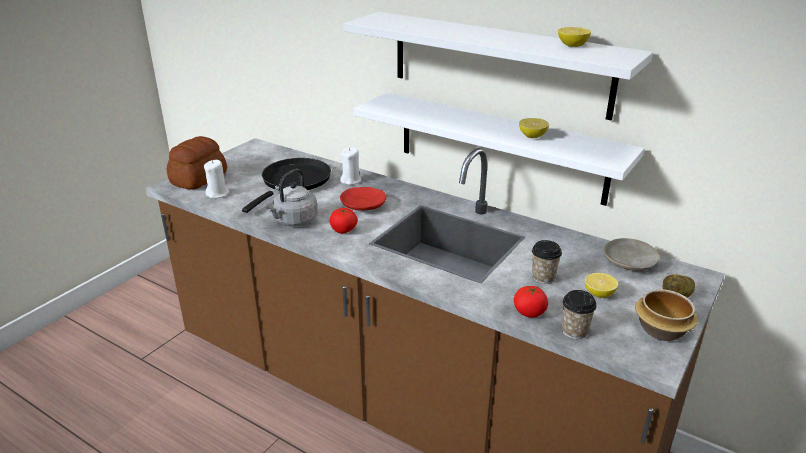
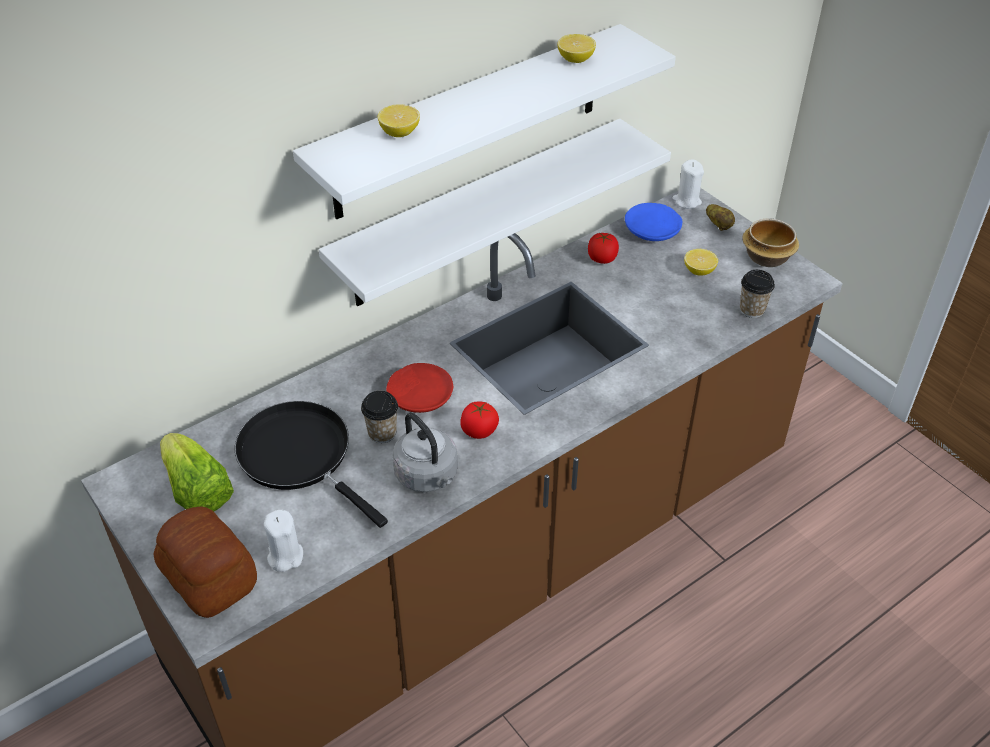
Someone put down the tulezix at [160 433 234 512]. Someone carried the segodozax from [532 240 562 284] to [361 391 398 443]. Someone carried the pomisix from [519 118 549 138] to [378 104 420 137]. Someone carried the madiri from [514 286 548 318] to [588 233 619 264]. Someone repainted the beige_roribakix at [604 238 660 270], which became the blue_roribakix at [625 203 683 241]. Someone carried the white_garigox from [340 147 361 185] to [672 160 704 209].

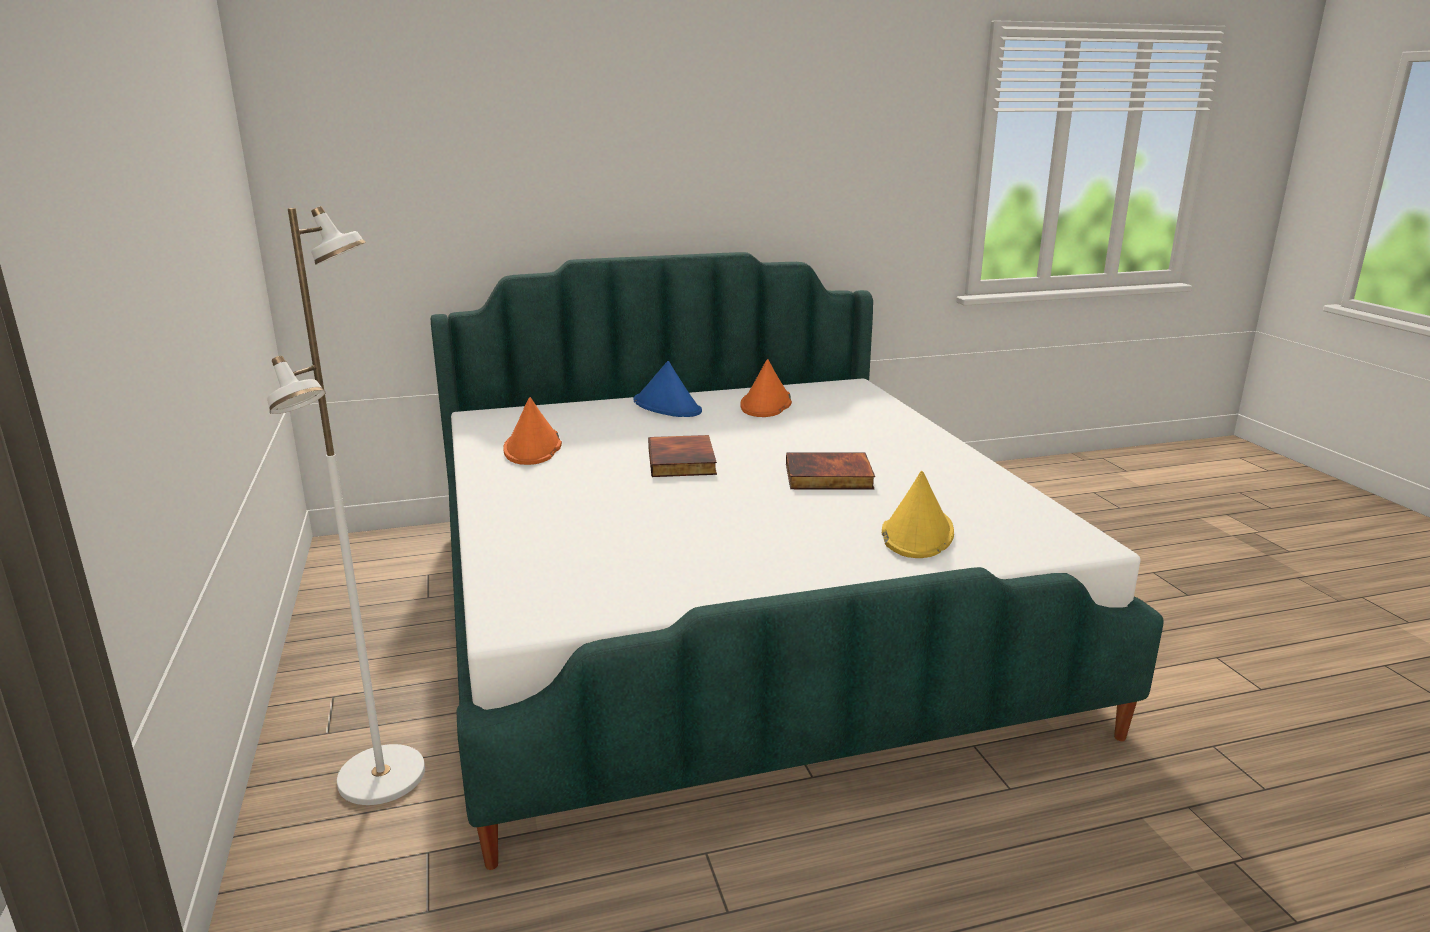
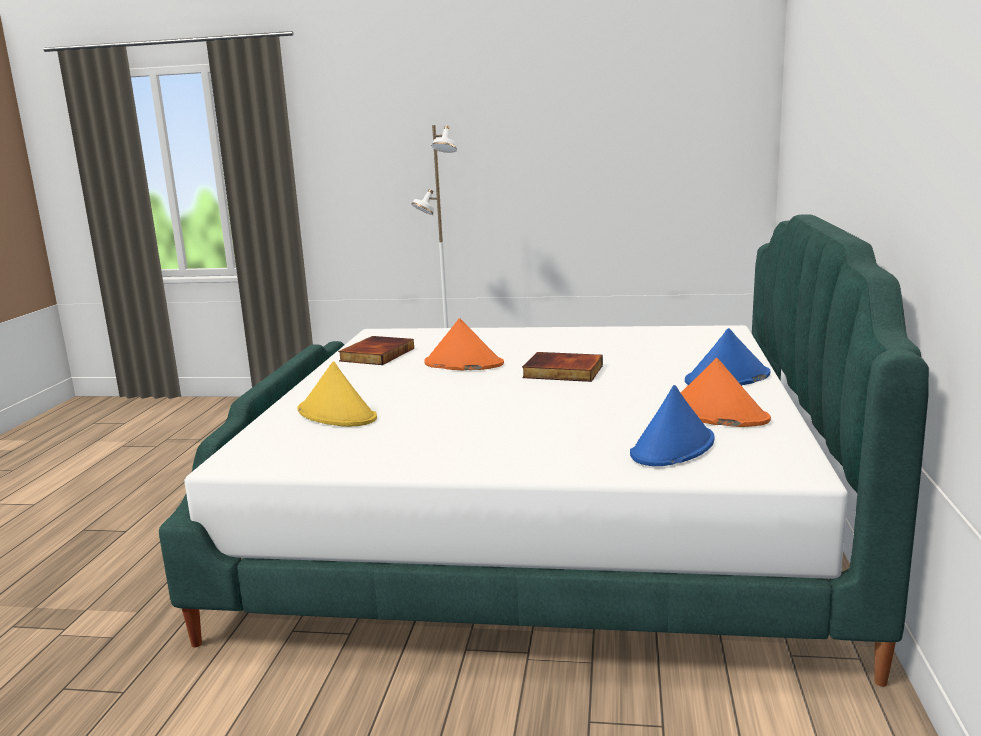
Someone carried the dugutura from [786 452 875 489] to [338 336 414 365]. Someone carried the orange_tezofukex from [503 397 562 465] to [424 318 504 370]. Someone put down the blue_tezofukex at [630 385 714 466].

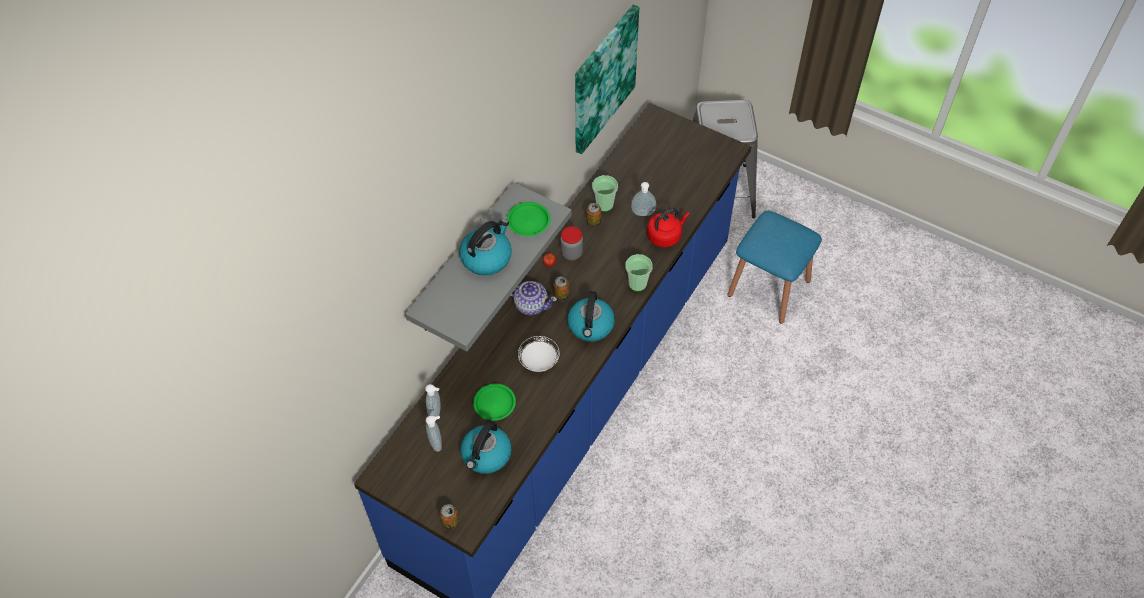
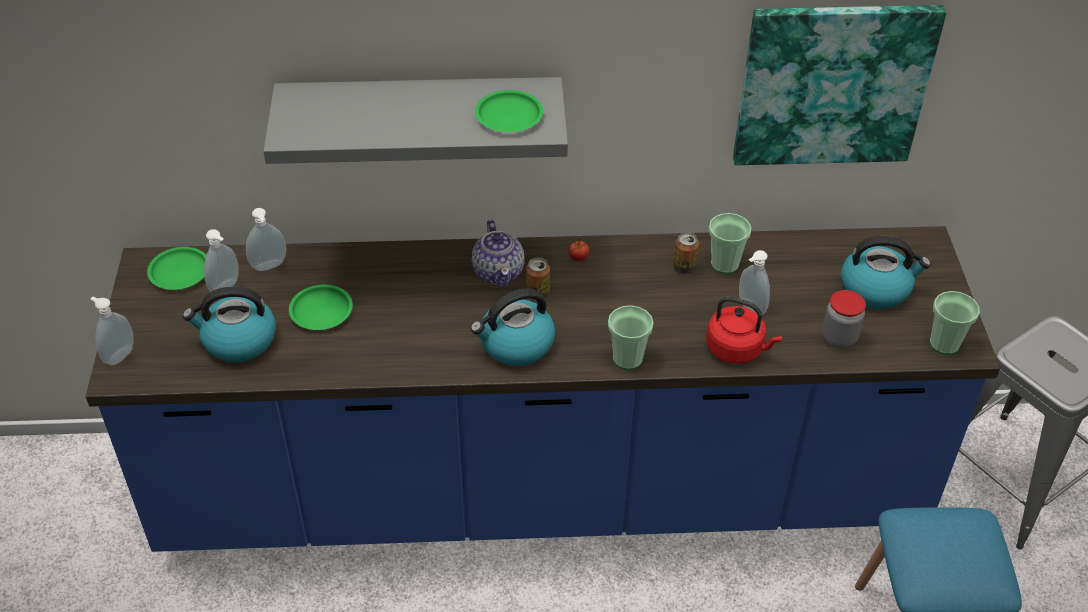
Someone swapped the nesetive at [440 504 459 530] for the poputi at [91 297 134 365]. Someone put down the green_roribakix at [147 247 206 290]. Someone carried the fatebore from [560 226 583 260] to [822 290 866 349]. Someone carried the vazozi from [459 219 512 275] to [841 236 931 309]. Someone put down the segodozax at [930 291 980 355]. Someone took away the white_roribakix at [518 336 559 372].

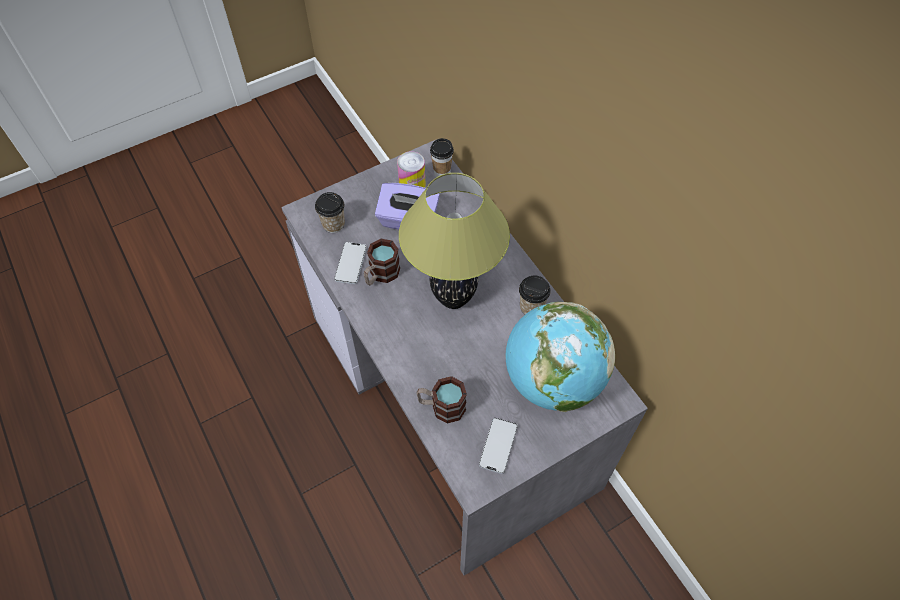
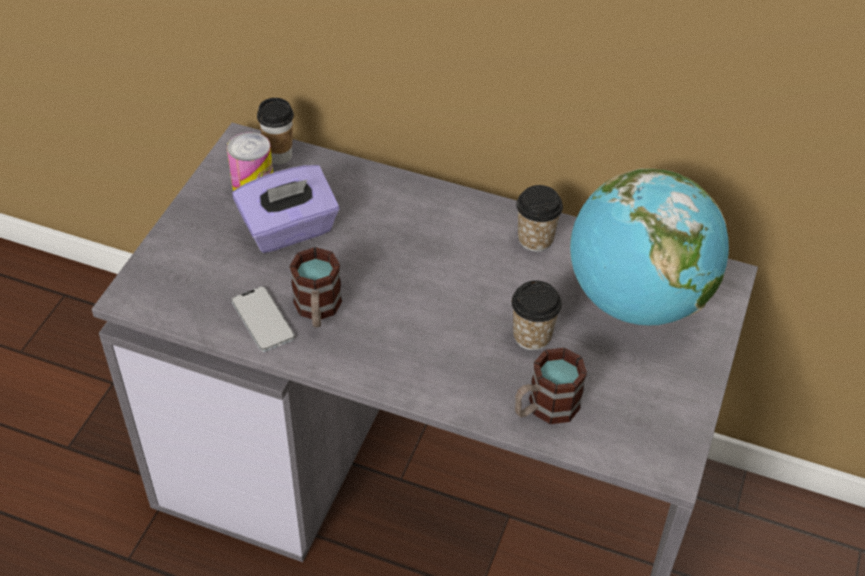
Someone carried the segodozax from [315 192 345 233] to [512 280 562 350]. Someone took away the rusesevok at [399 173 510 309]. Someone took away the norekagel at [479 418 518 474].

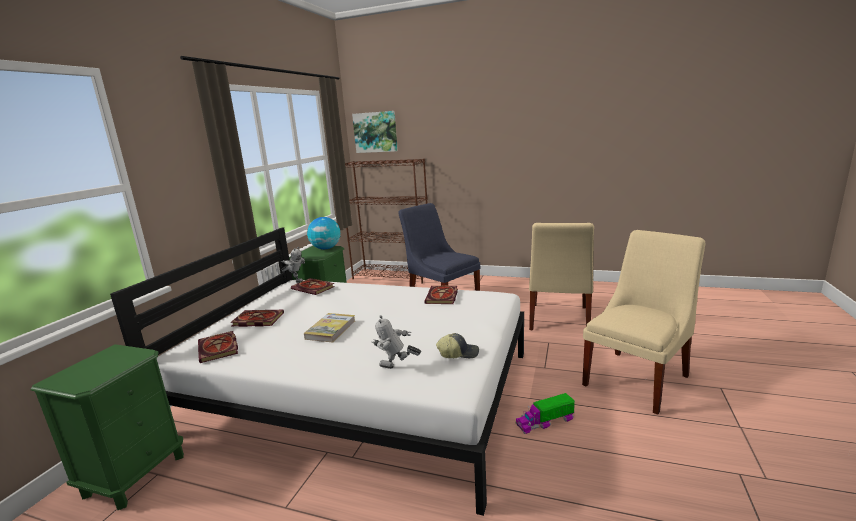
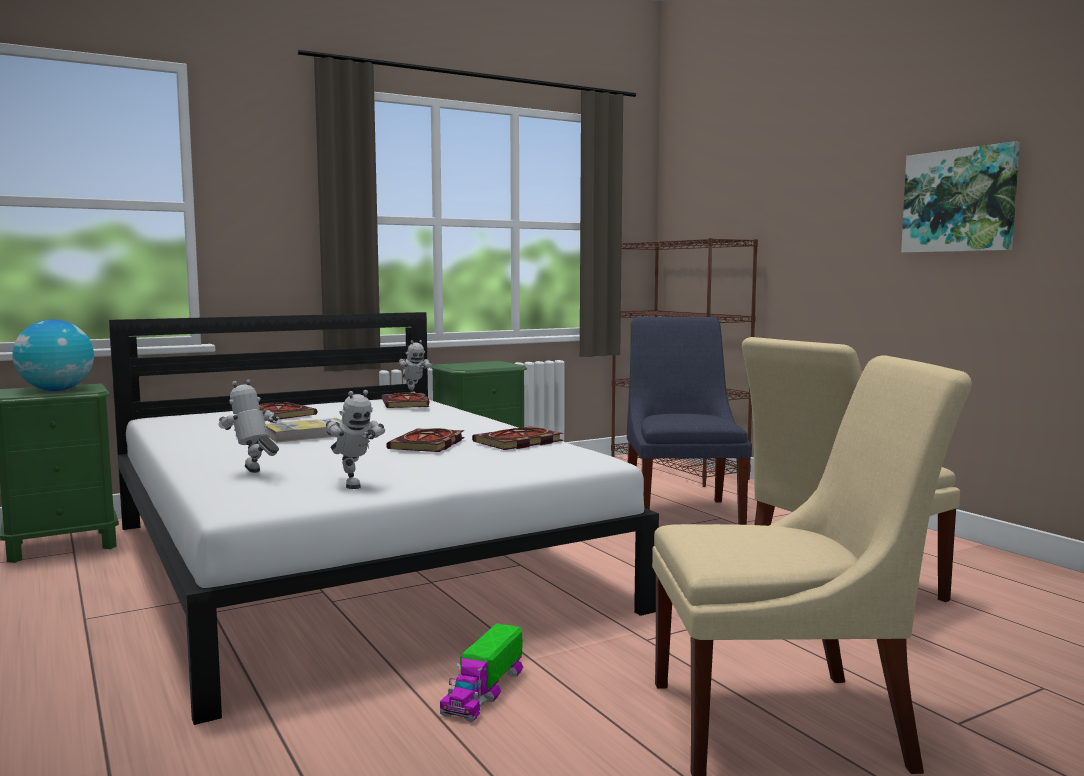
Someone carried the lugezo from [307 217 341 249] to [13 319 94 391]. Someone swapped the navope at [436 333 479 358] for the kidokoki at [326 390 385 489]. Someone carried the dugutura from [198 331 238 363] to [386 428 465 452]. Someone rotated the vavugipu at [516 393 575 434] by 90 degrees counterclockwise. Someone carried the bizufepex from [352 111 398 153] to [901 141 1020 253].

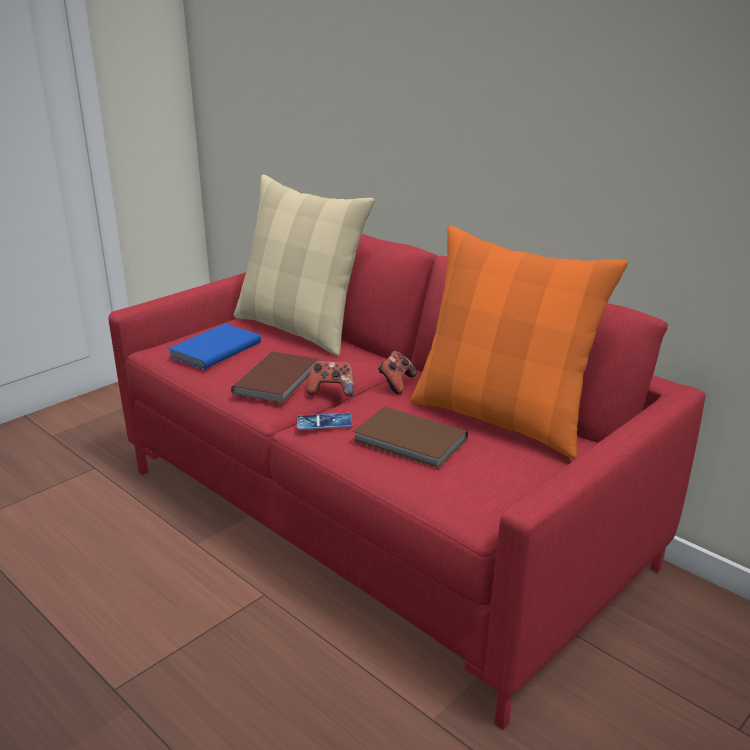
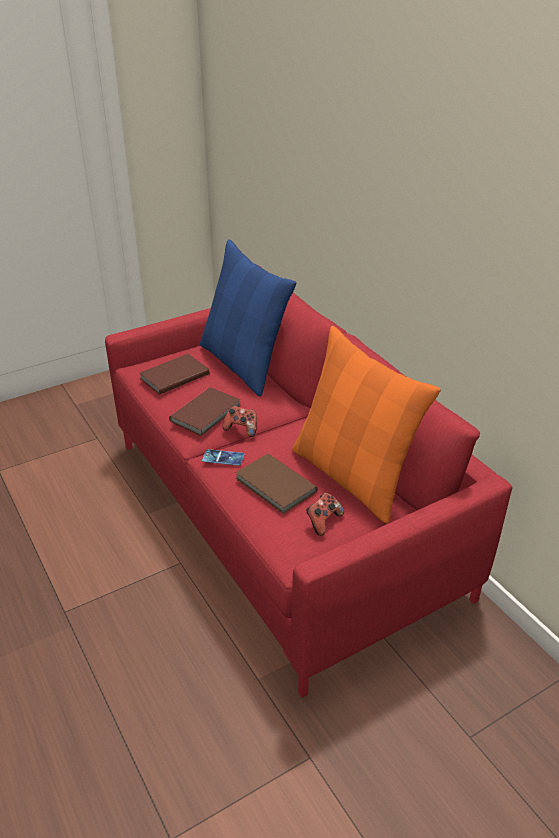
Someone repainted the blue_dugutura at [168 324 261 370], which became the brown_dugutura at [139 354 209 395]. Someone repainted the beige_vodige at [234 175 374 356], which became the blue_vodige at [200 239 296 396]. Someone carried the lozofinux from [378 351 417 394] to [306 493 344 536].

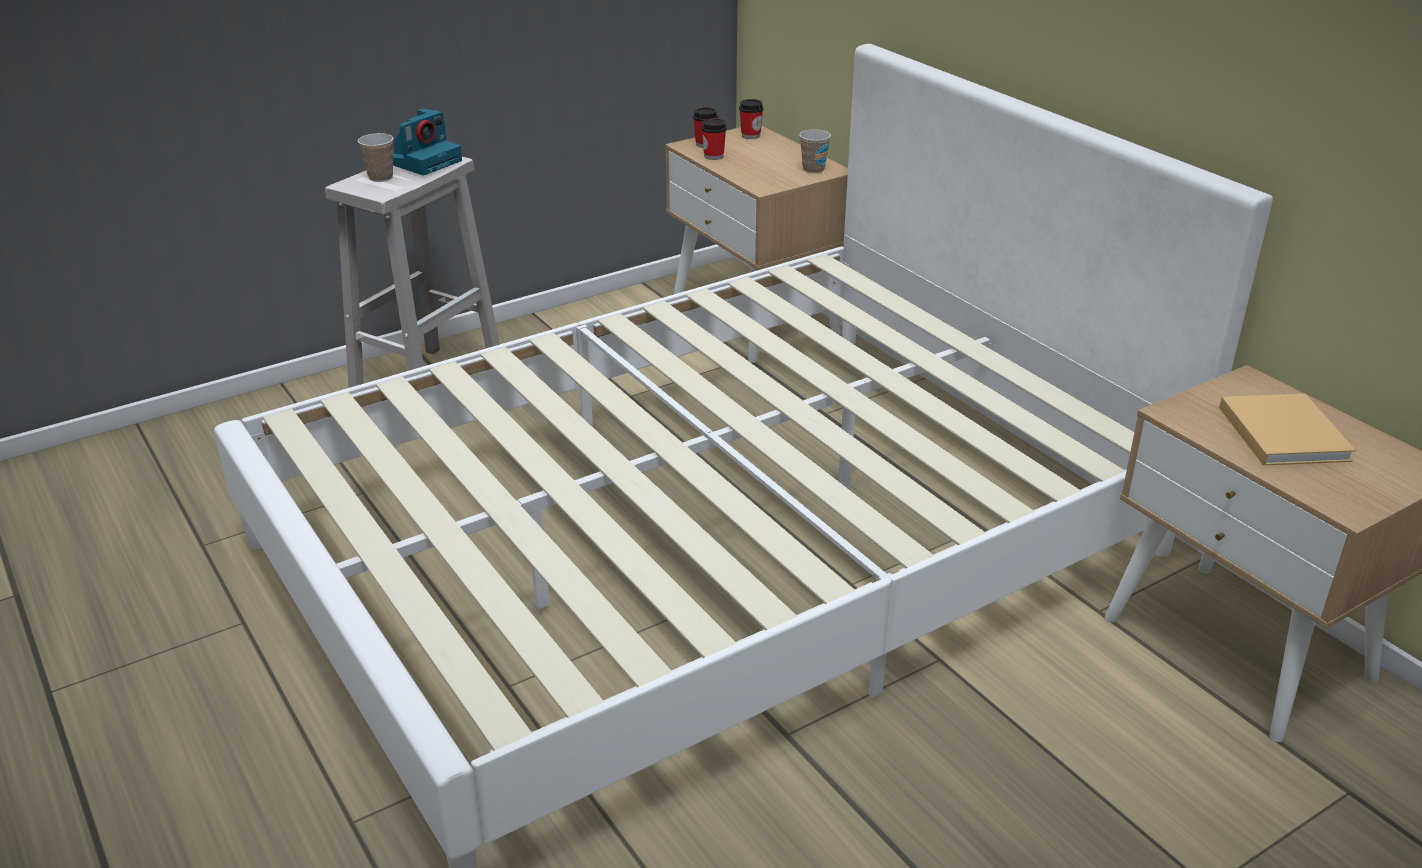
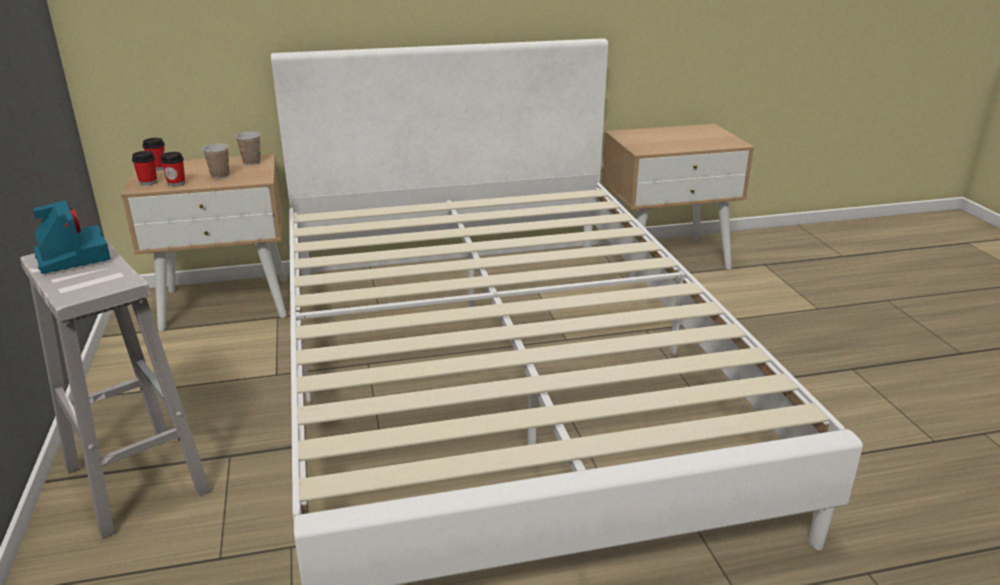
Someone carried the segodozax from [358 133 393 182] to [202 144 229 178]. Someone took away the beige_dugutura at [1219 394 1356 466].

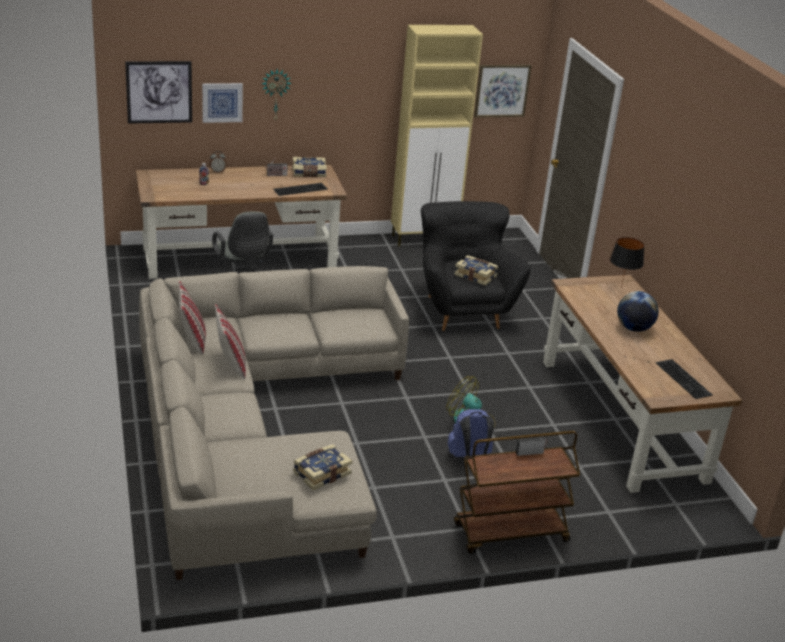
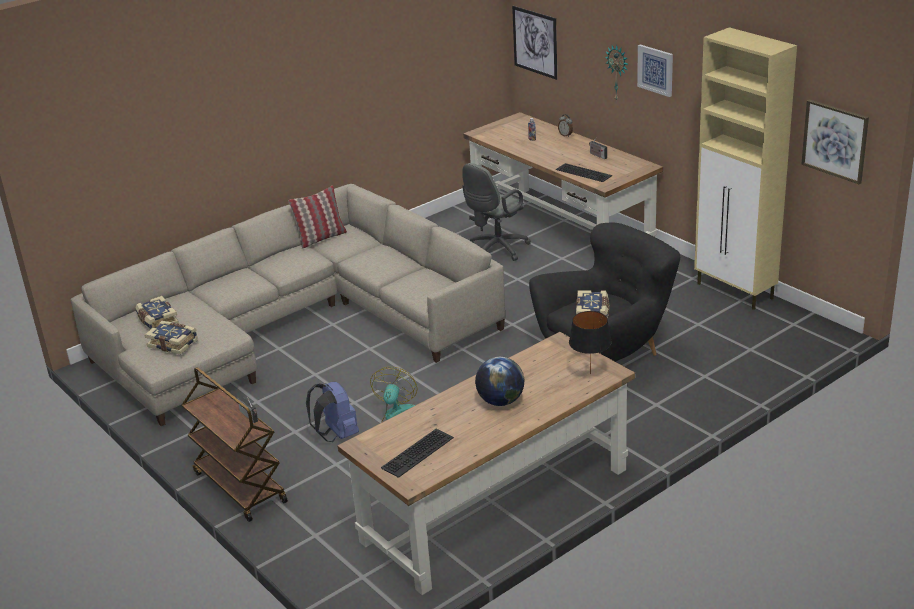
Someone carried the dugutura from [292 157 327 177] to [135 296 179 330]. Someone carried the bizufepex from [202 83 243 123] to [637 45 673 97]. Someone took away the vodige at [215 304 246 379].

